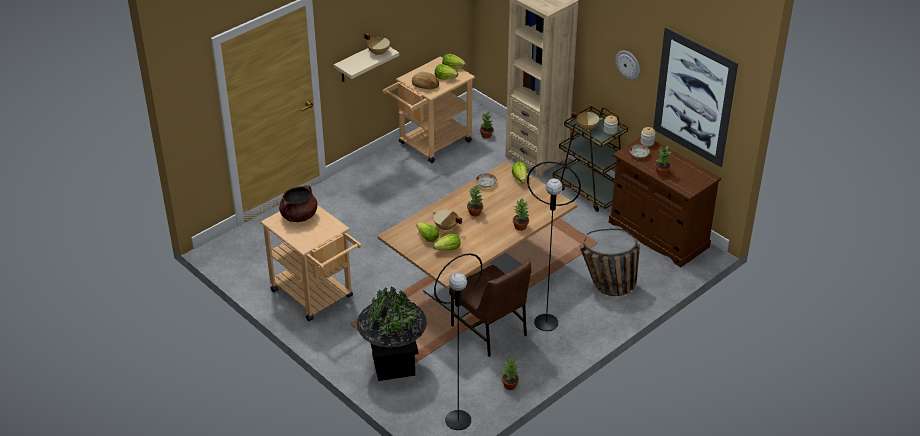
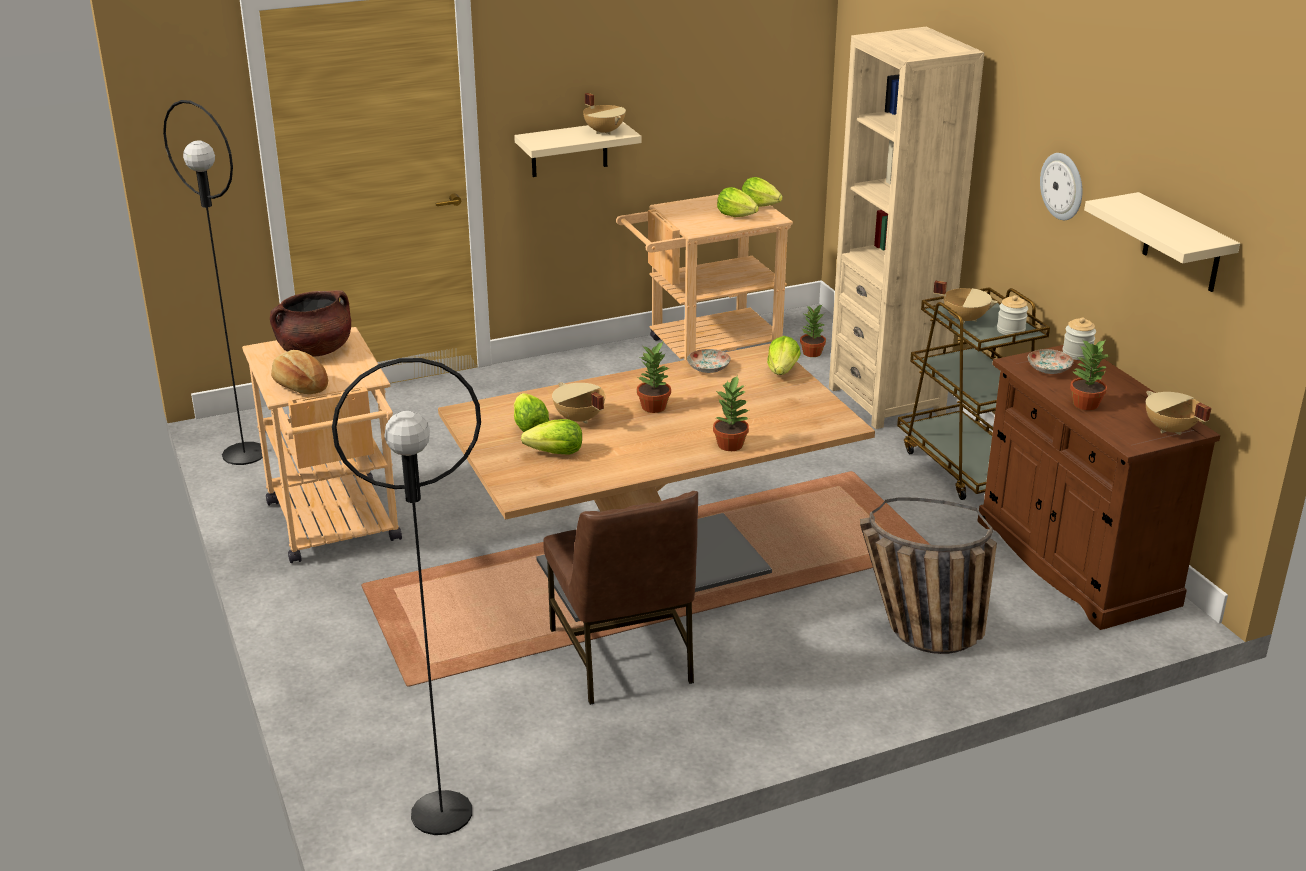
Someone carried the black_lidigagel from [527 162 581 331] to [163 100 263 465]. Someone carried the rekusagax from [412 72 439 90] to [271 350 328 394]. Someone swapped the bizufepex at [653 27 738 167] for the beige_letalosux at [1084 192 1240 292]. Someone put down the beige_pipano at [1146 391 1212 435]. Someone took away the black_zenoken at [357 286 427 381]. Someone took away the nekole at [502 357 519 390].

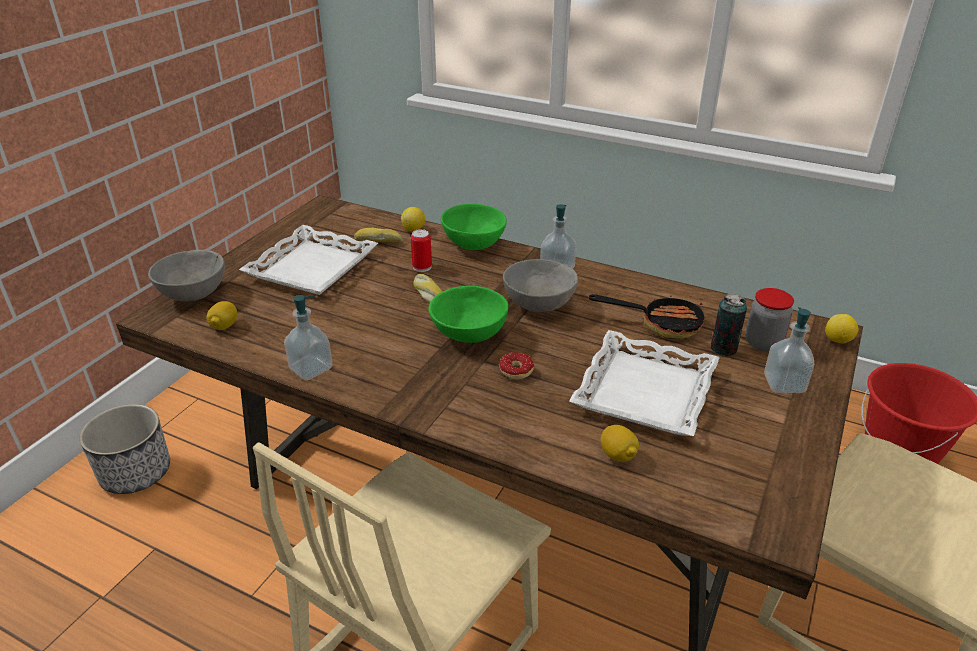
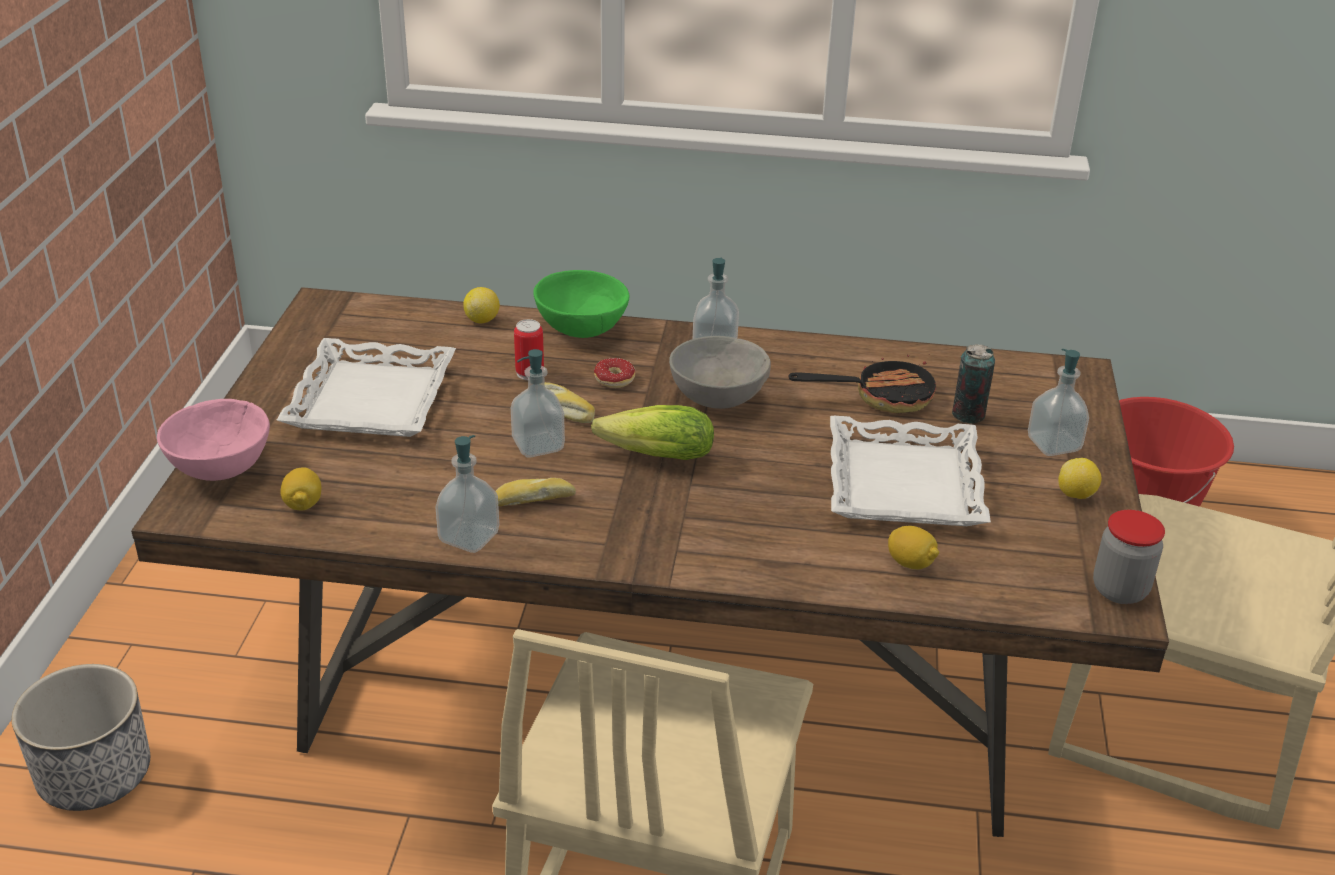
Someone repainted the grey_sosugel at [148 250 226 302], which became the pink_sosugel at [157 399 270 481]. Someone carried the rekusagax from [354 228 403 242] to [495 478 576 507]. Someone put down the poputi at [511 349 565 457]. Someone swapped the green_sosugel at [428 286 509 343] for the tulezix at [591 405 714 460]. Someone carried the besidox from [499 352 534 380] to [594 358 635 388]. Someone carried the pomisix from [825 314 858 344] to [1058 458 1101 499]. Someone carried the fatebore from [745 288 794 351] to [1093 510 1165 604].

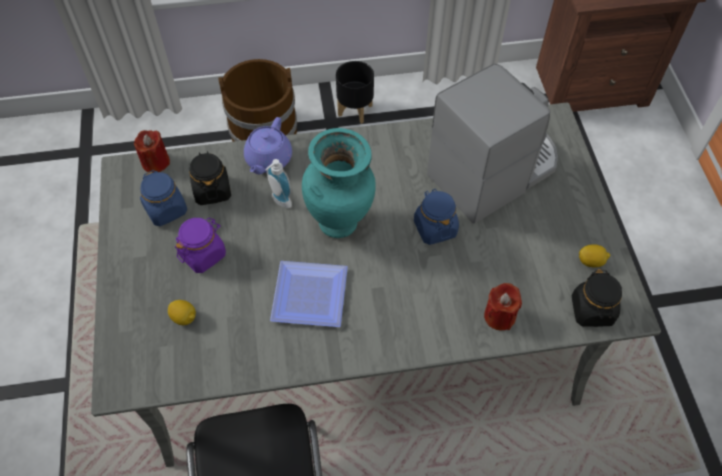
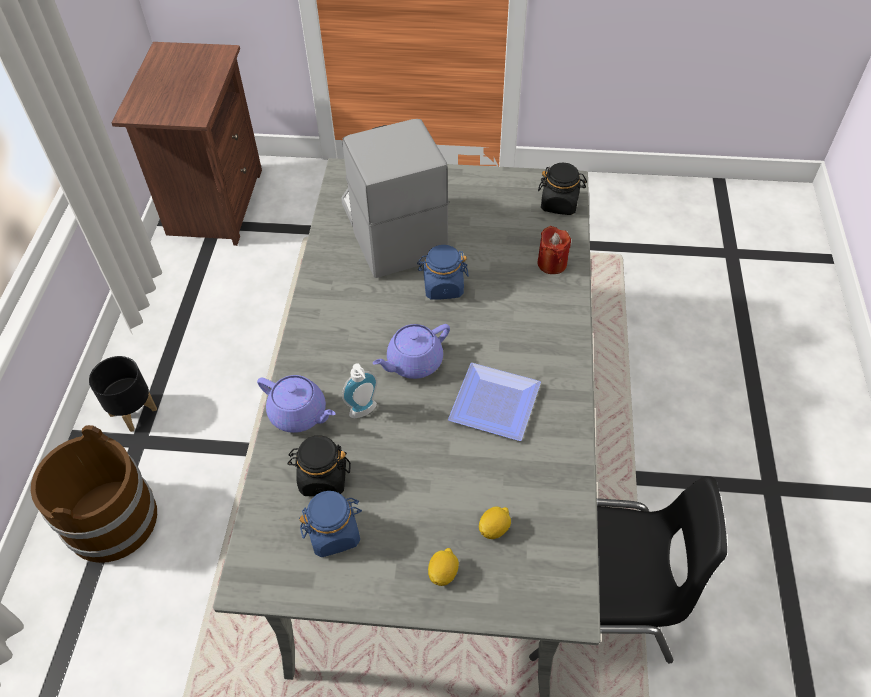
Someone swapped the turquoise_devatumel at [302 128 376 238] for the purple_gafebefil at [373 324 450 379]. Someone carried the pomisix from [579 244 610 267] to [428 548 459 586]. Someone took away the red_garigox at [134 130 170 173]. Someone took away the purple_fatebore at [175 218 226 273].

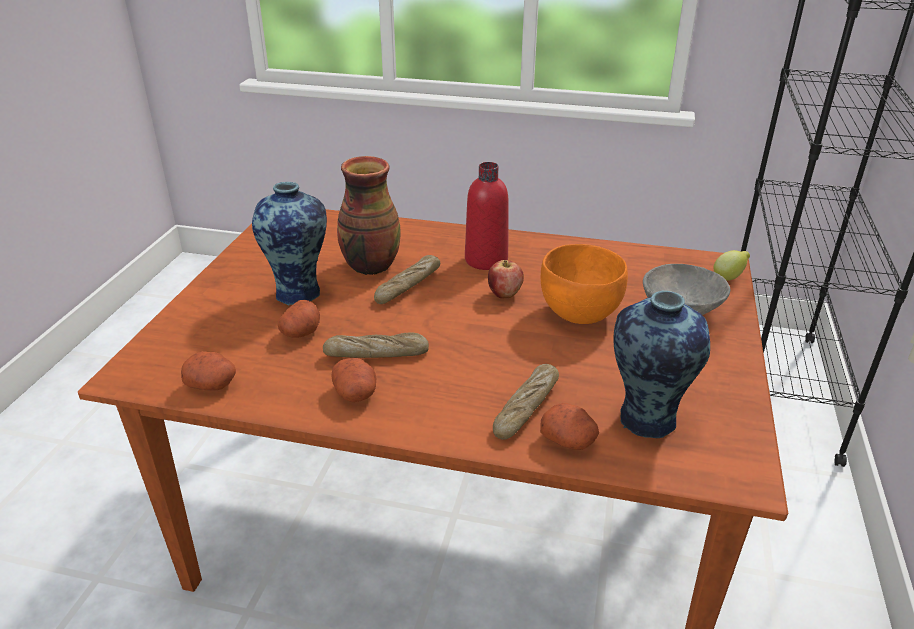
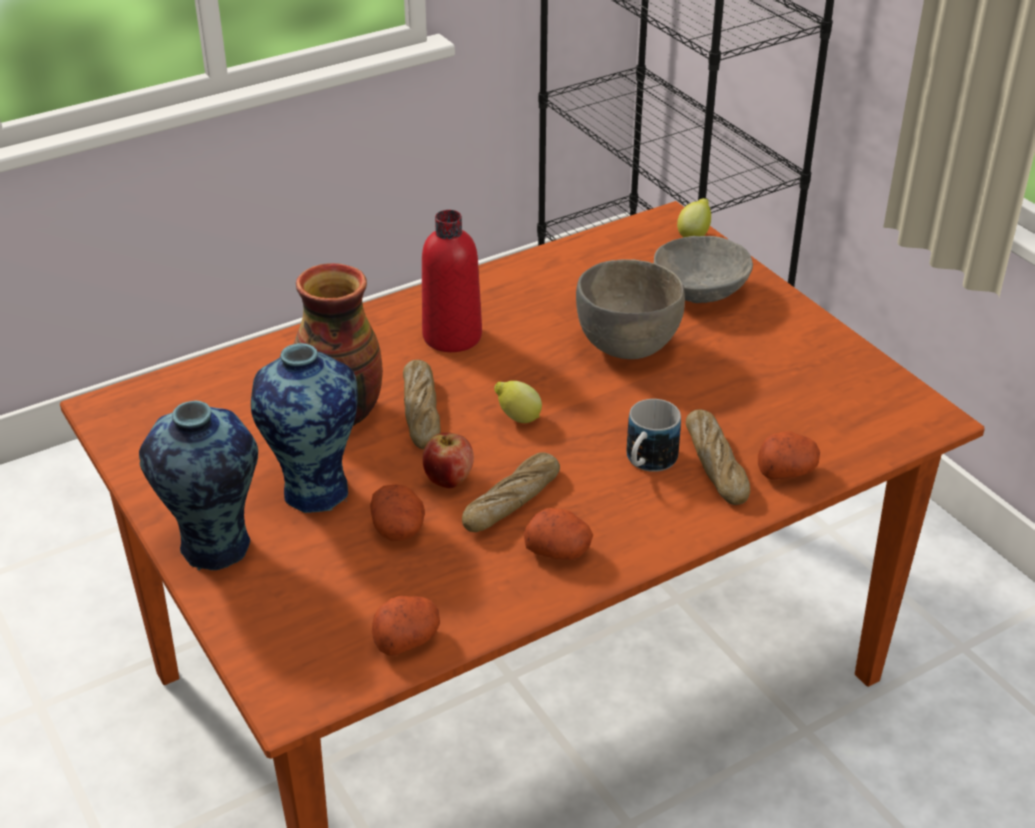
Someone carried the devatumel from [614 291 710 438] to [139 401 258 571]. Someone carried the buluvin from [488 260 524 298] to [423 432 474 488]. Someone put down the pomisix at [494 381 542 423]. Someone repainted the orange_sosugel at [541 244 628 324], which became the grey_sosugel at [576 260 685 359]. Someone put down the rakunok at [626 399 681 472].

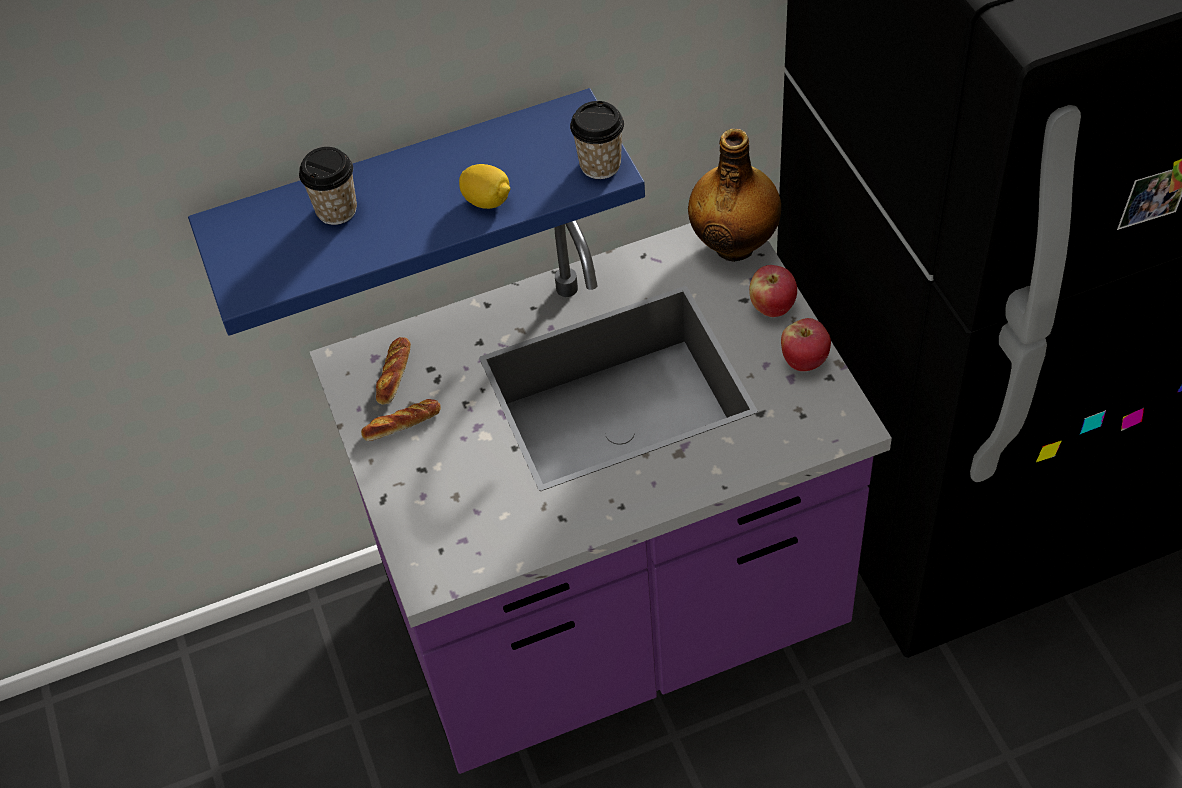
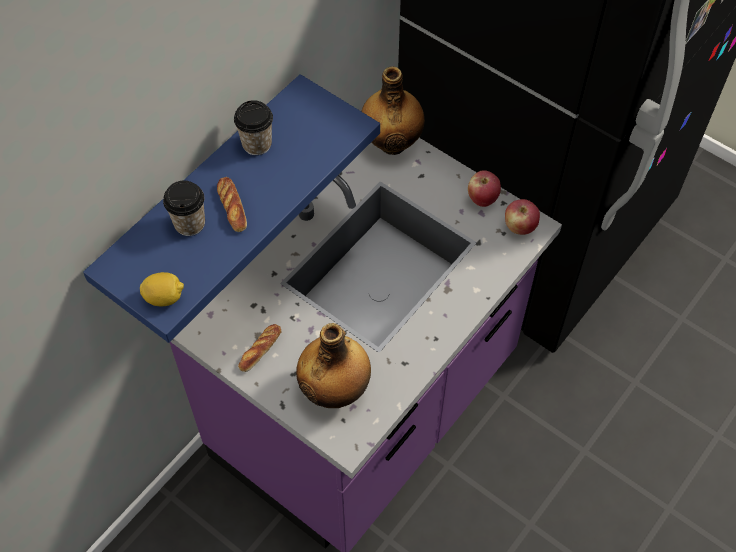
Someone carried the pomisix from [459 164 510 209] to [140 272 184 306]. Someone carried the rekusagax from [376 337 411 405] to [217 177 247 232]. Someone carried the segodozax from [570 101 624 179] to [234 100 273 155]. Someone put down the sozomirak at [296 323 371 408]. Someone carried the buluvin from [749 265 797 317] to [505 199 540 235].

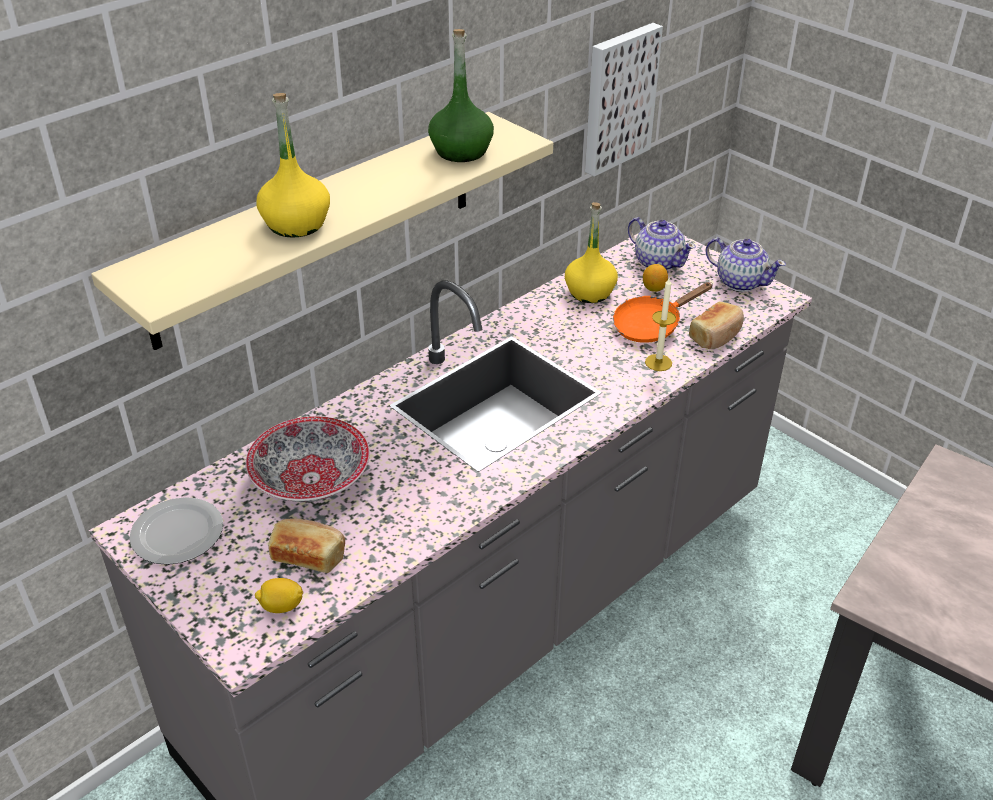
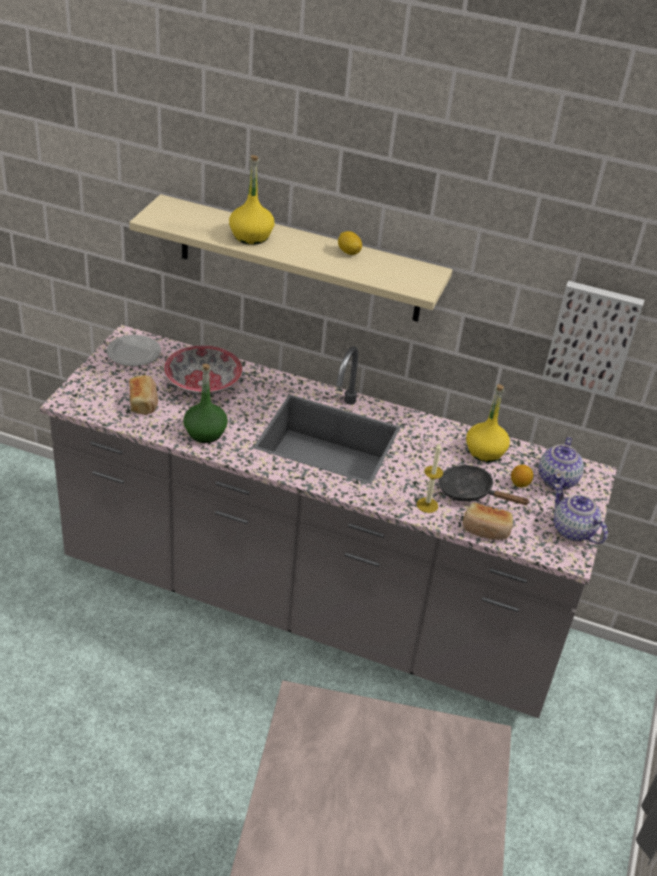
Someone carried the green_sozomirak from [428 29 494 162] to [183 364 228 443]. Someone carried the pomisix from [255 578 303 613] to [338 231 362 255]. Someone repainted the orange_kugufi at [613 282 713 343], which became the black_kugufi at [438 465 530 505]. Someone rotated the gafebefil at [706 238 786 292] by 135 degrees clockwise.

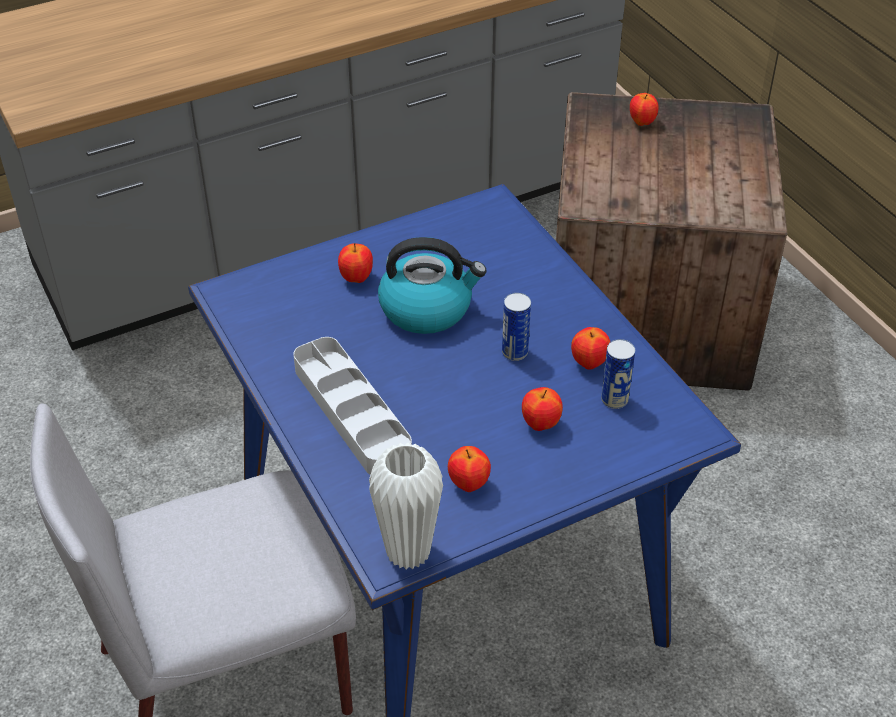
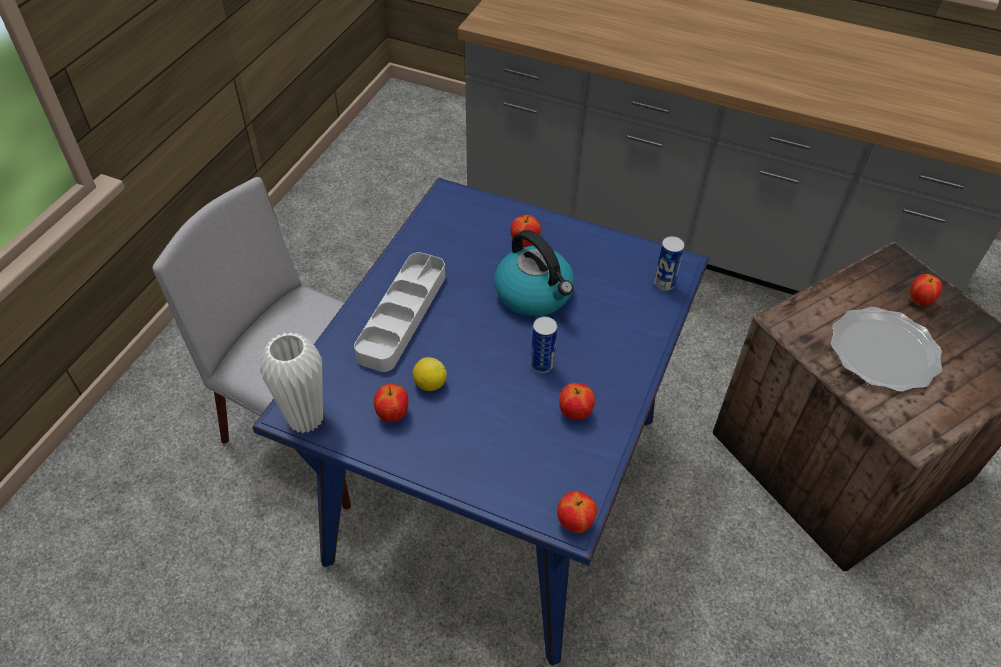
Someone put down the pomisix at [413 357 447 391]. Someone carried the buluvin from [522 387 563 431] to [557 491 597 533]. Someone carried the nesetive from [601 339 635 409] to [654 236 685 291]. Someone put down the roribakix at [831 307 942 392].

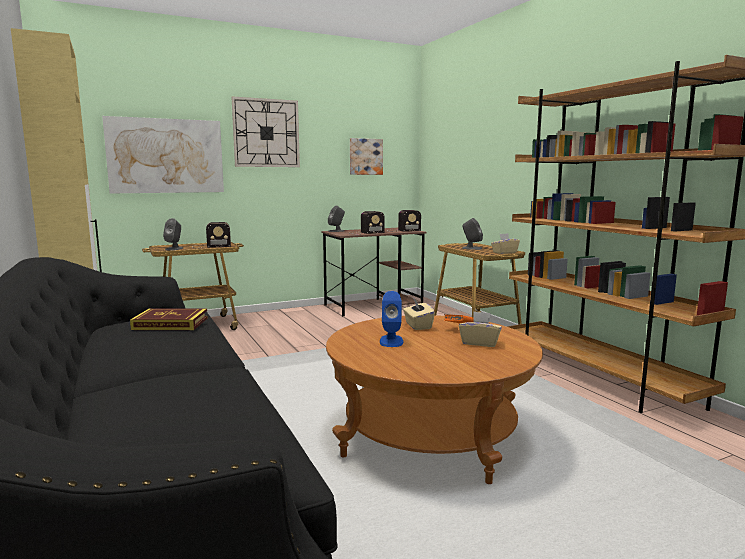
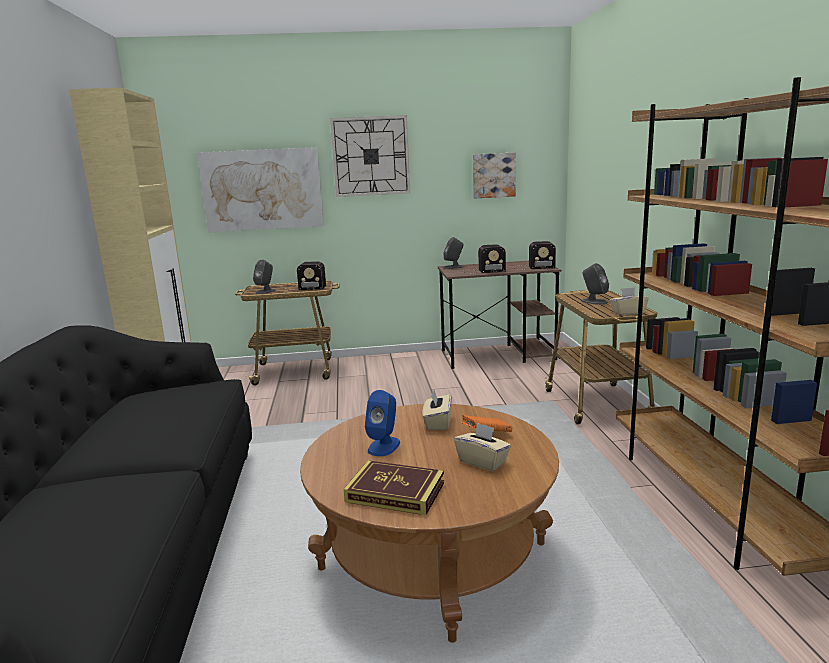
Someone carried the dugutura from [130 309 208 330] to [344 461 444 515].

